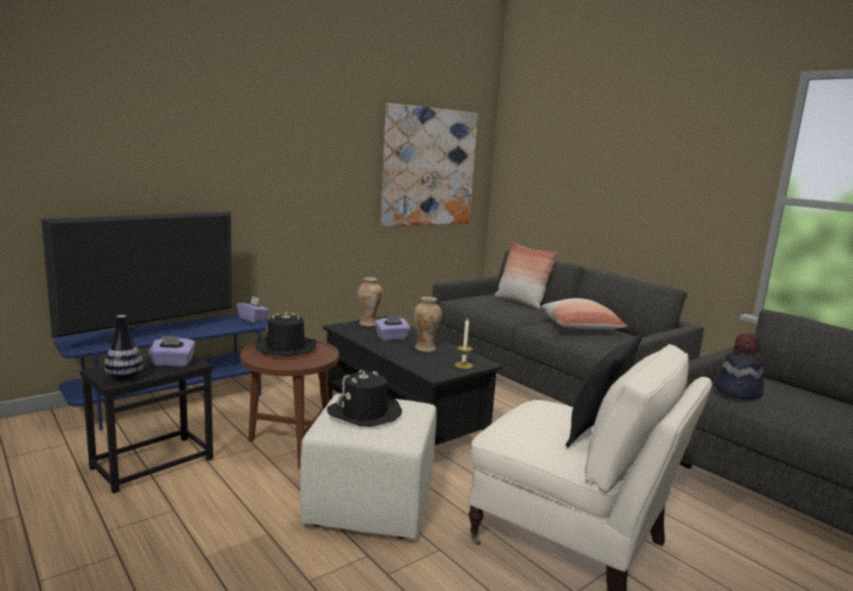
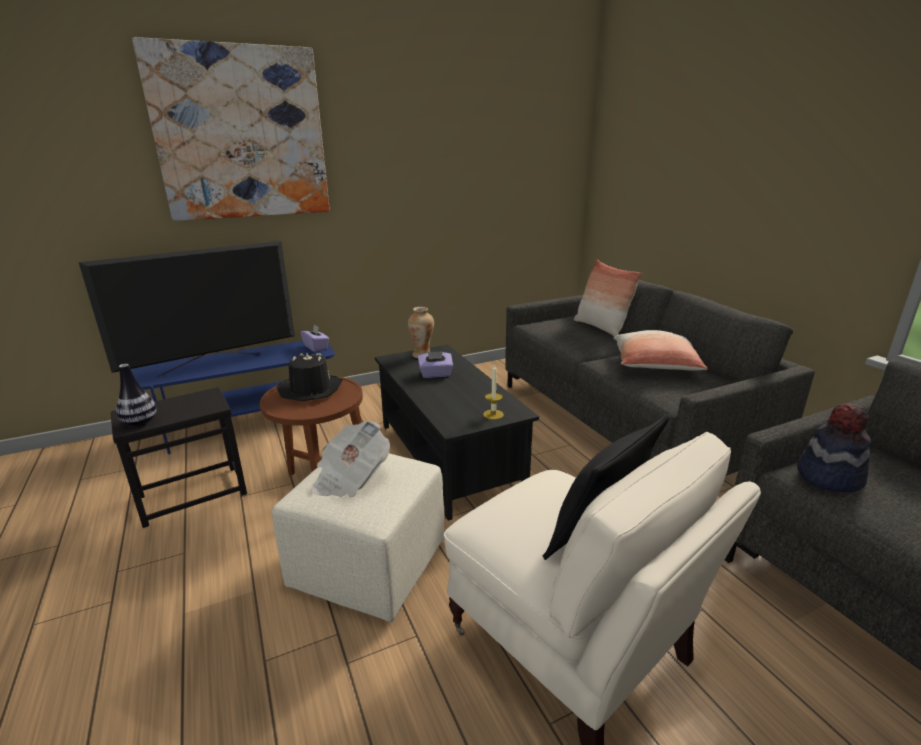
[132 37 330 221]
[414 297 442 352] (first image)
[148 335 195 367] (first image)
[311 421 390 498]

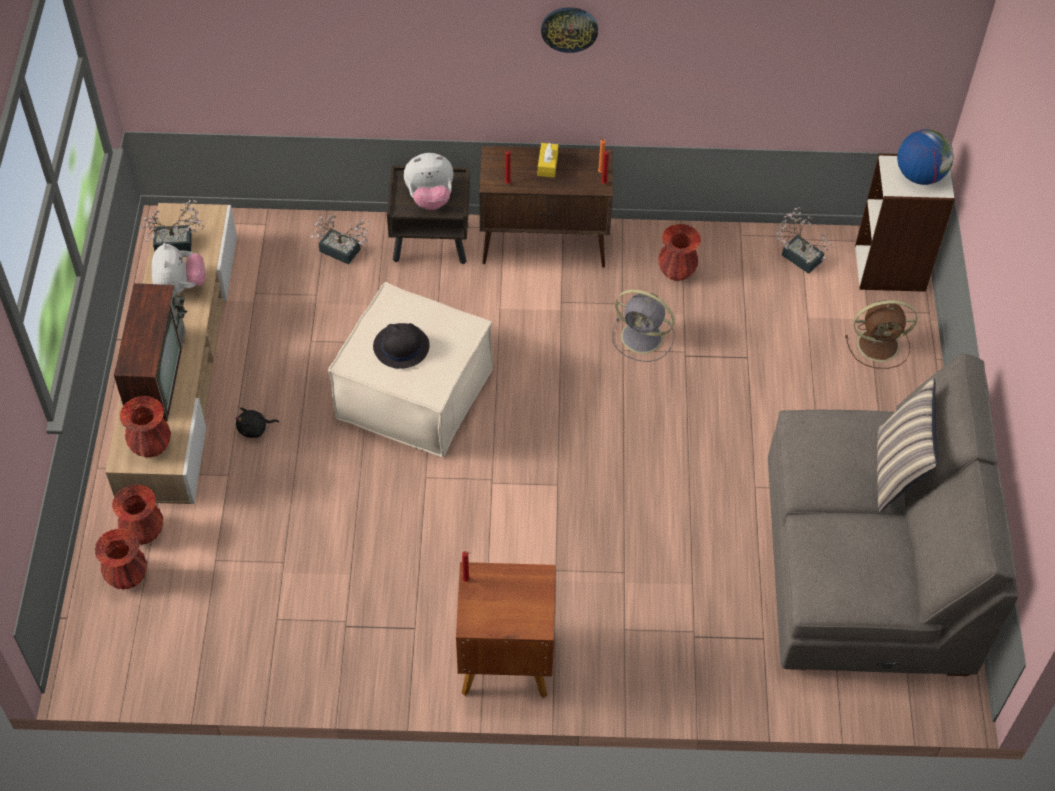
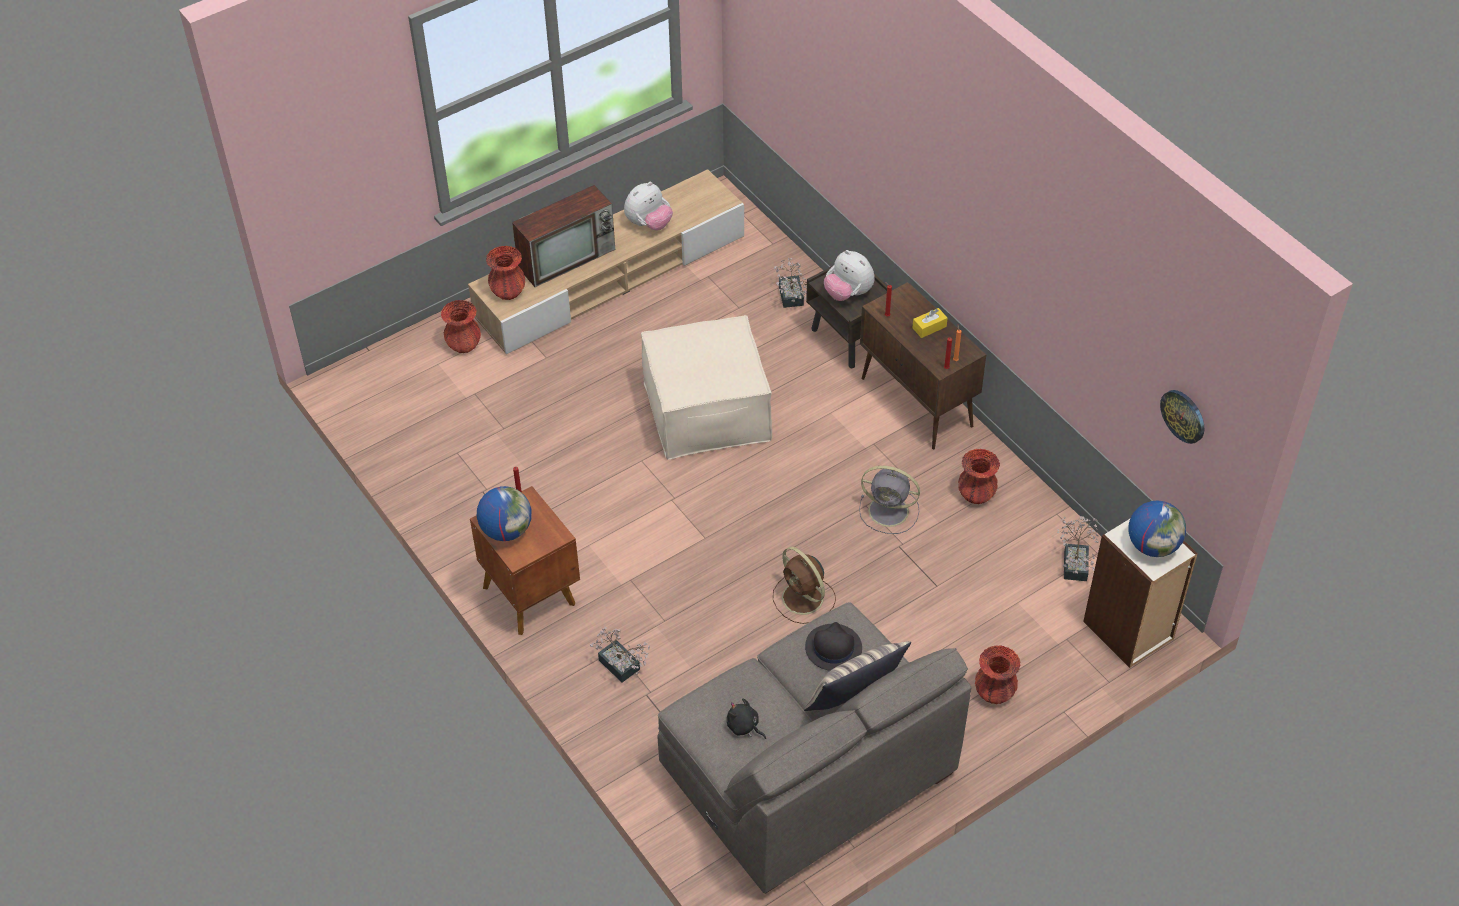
[1160 390 1205 444]
[590 627 650 682]
[859 466 920 534]
[773 547 836 624]
[805 622 862 671]
[727 698 766 739]
[975 645 1020 704]
[477 486 532 541]

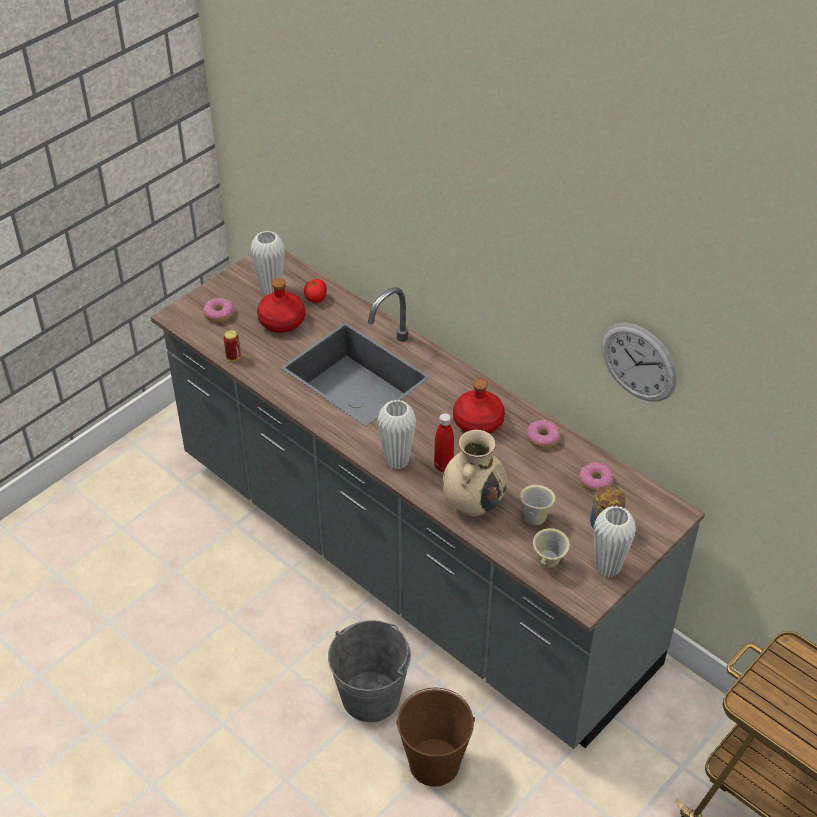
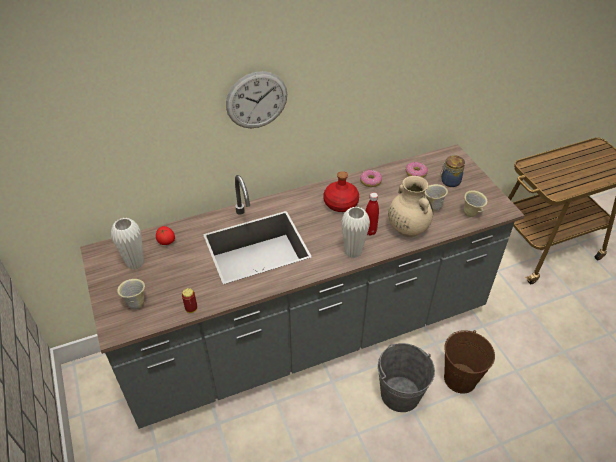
[257 278 305 333] (first image)
[117 279 145 309]
[226 71 287 128]
[594 506 636 577] (first image)

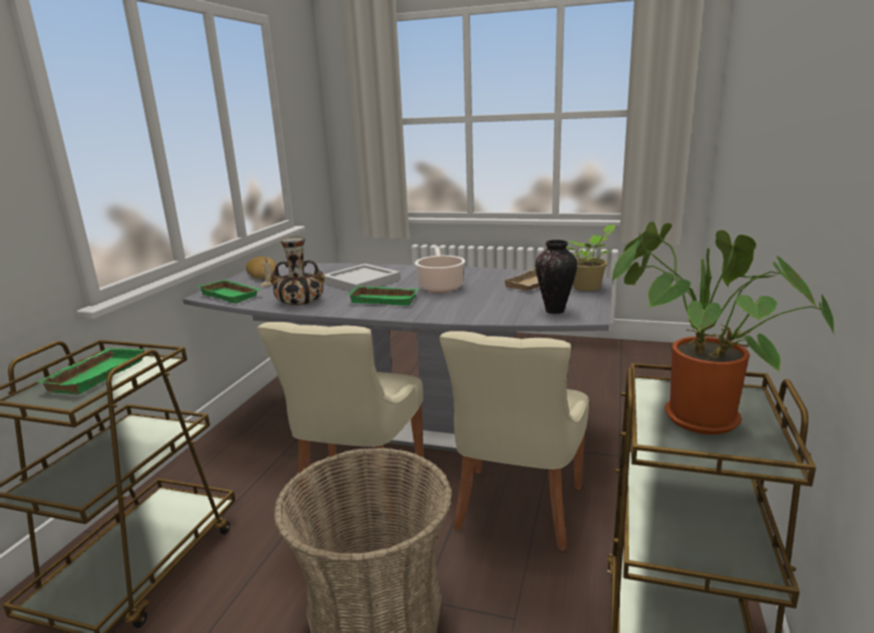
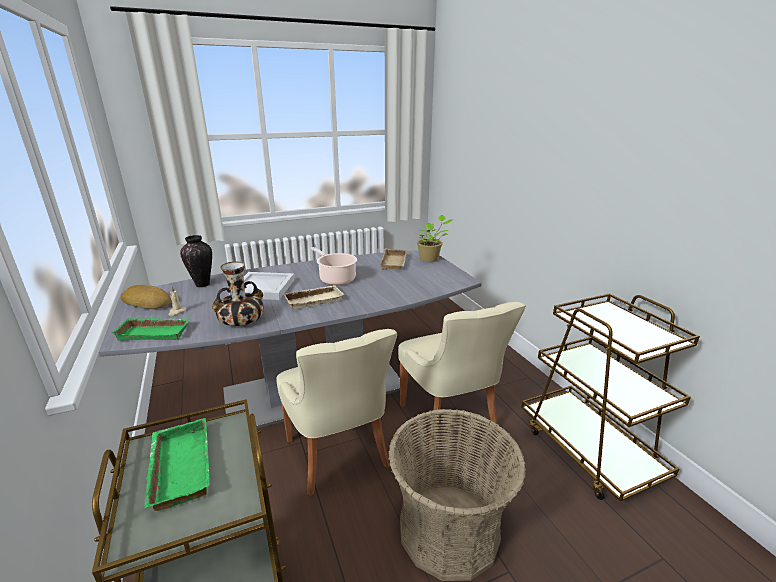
[612 221 835 435] (first image)
[180 235 212 287]
[283 285 344 310]

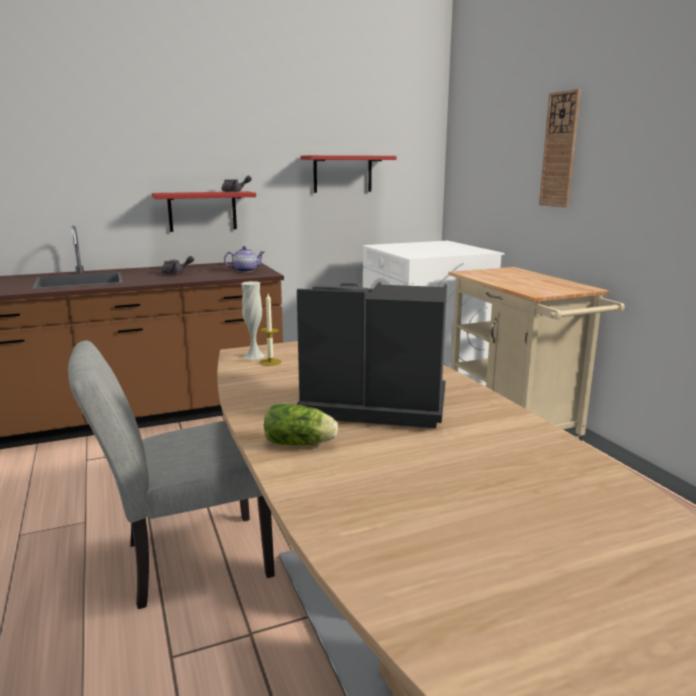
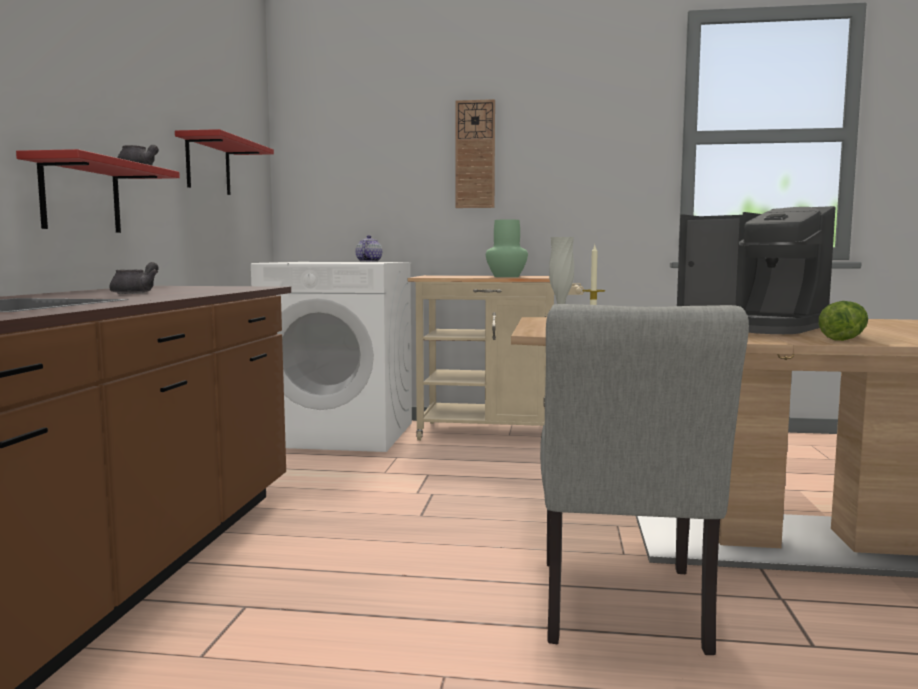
[355 235 382 262]
[677 206 835 334]
[486 219 528 277]

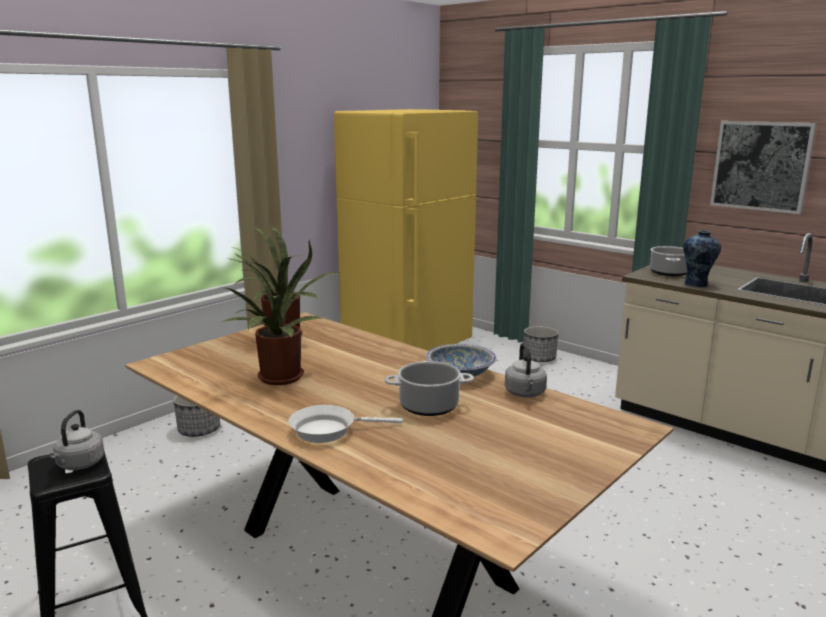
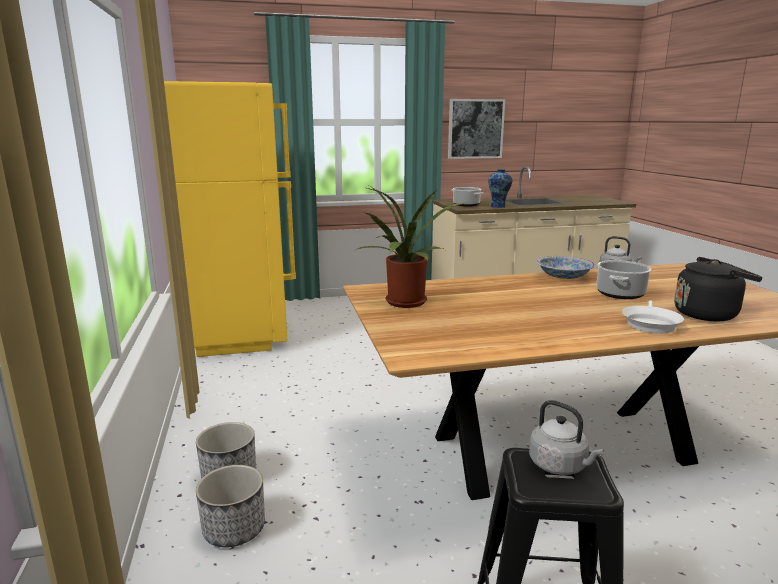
[222 253 339 385] (first image)
[196 465 265 547]
[674 257 763 322]

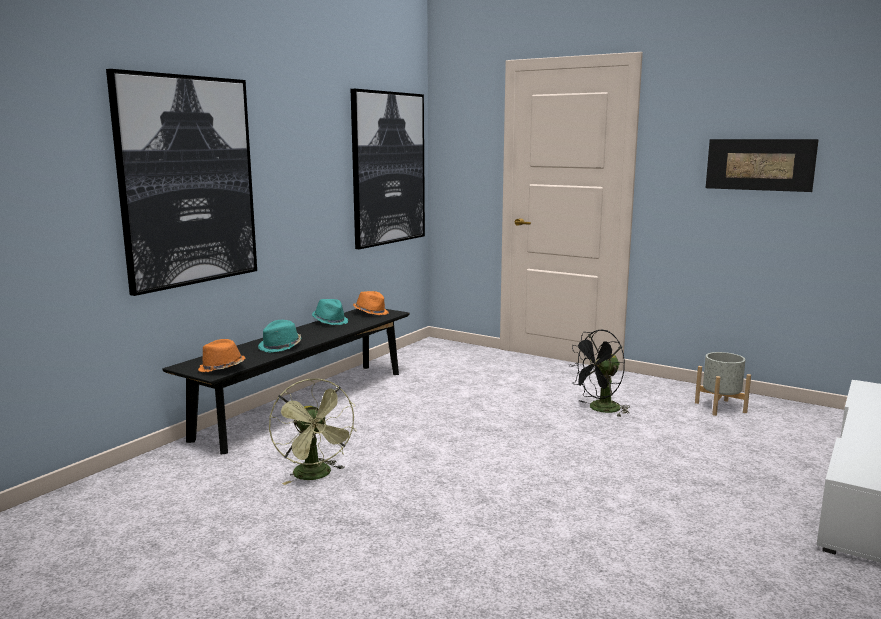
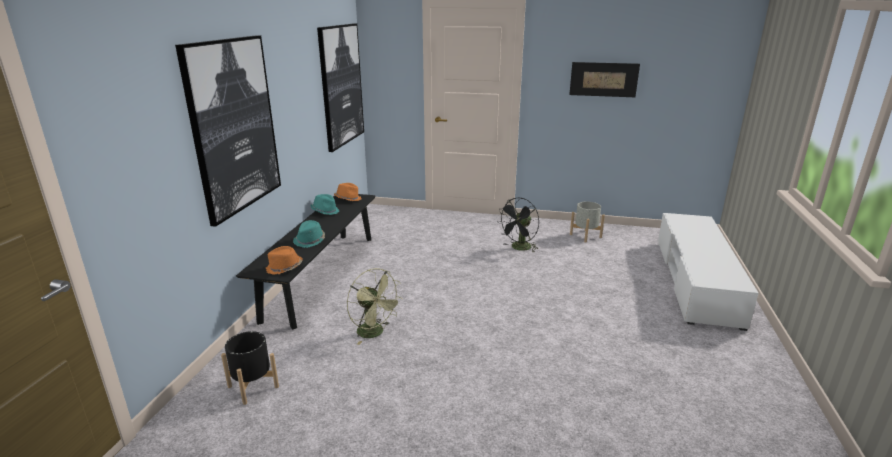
[221 331 279 405]

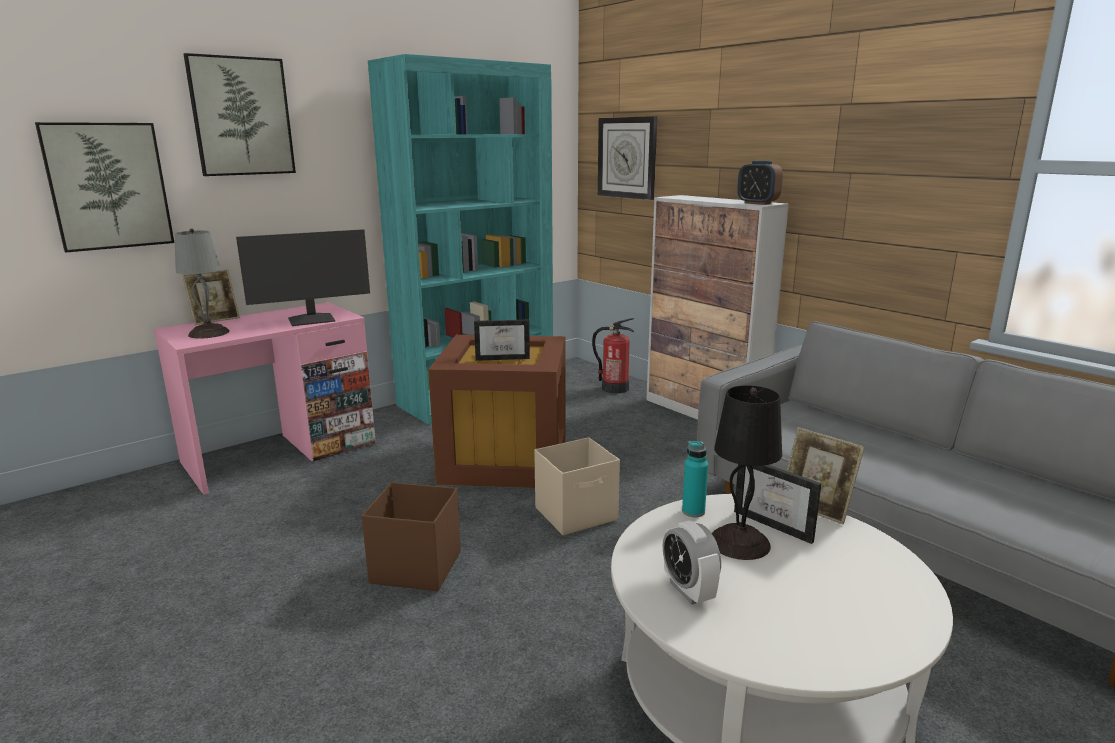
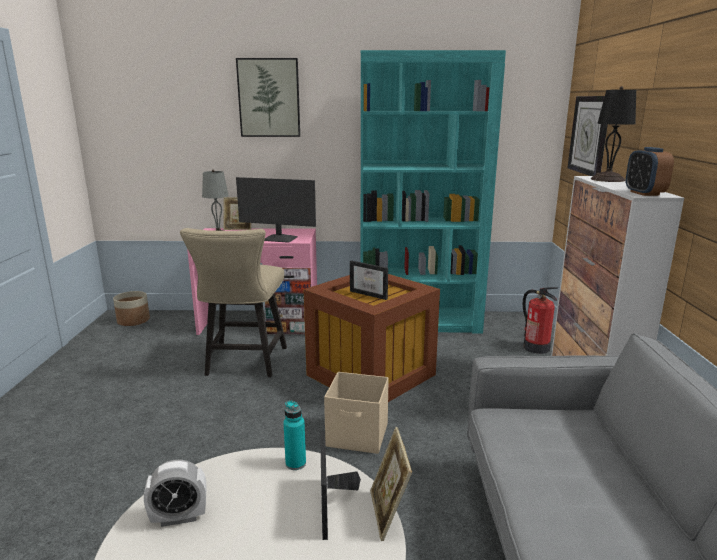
[35 122 174 253] (first image)
[591 86 636 182]
[362 482 461 591] (first image)
[144 460 206 527]
[180 228 287 377]
[113 291 150 326]

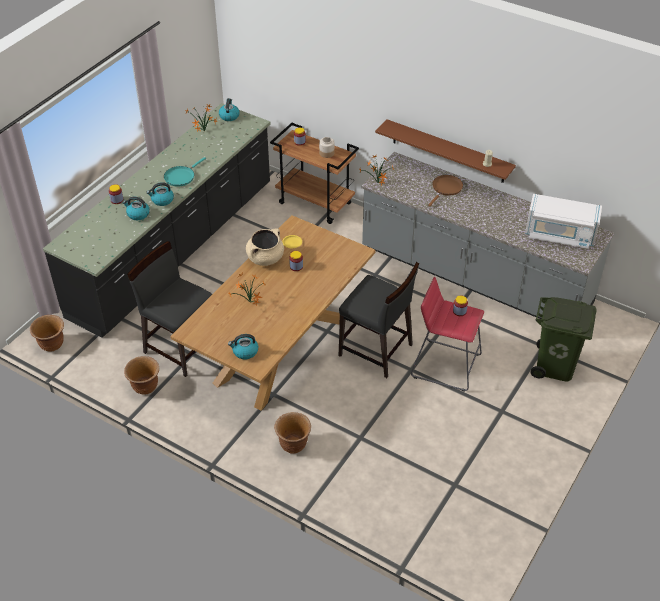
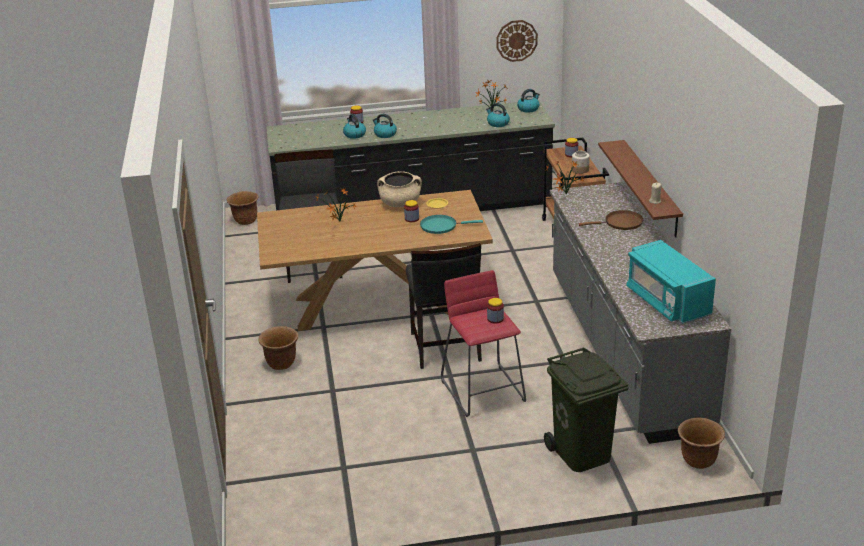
[420 215 483 234]
[626 240 716 324]
[486 103 510 127]
[678 418 725 469]
[496 20 538 62]

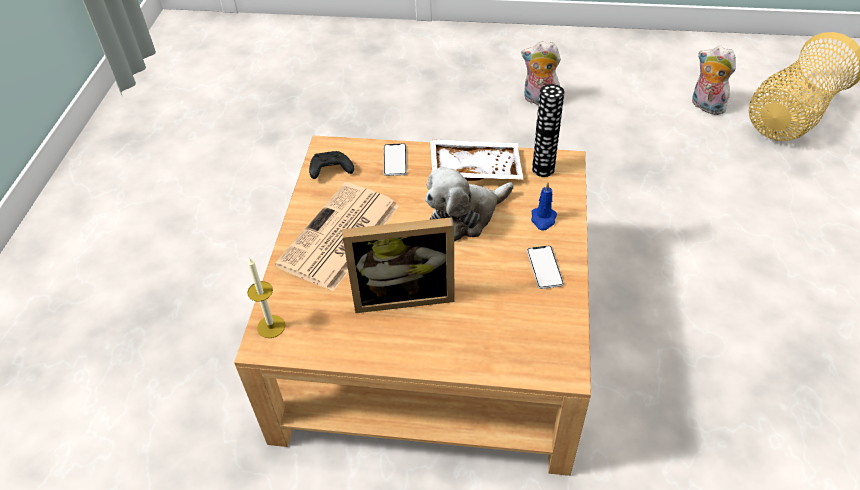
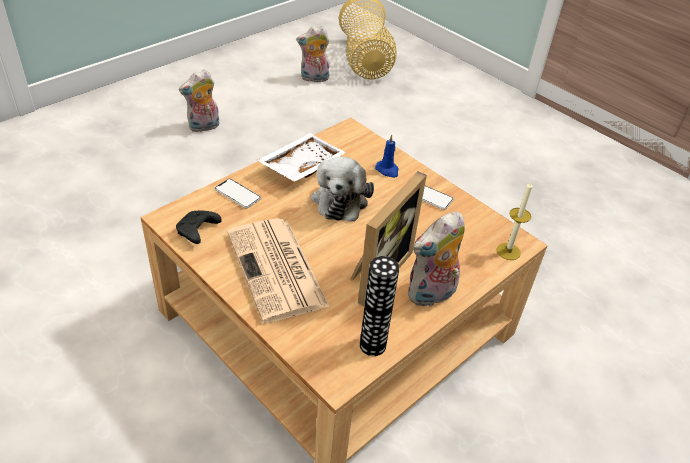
[360 256 399 356]
[496 182 533 260]
[408 211 465 308]

